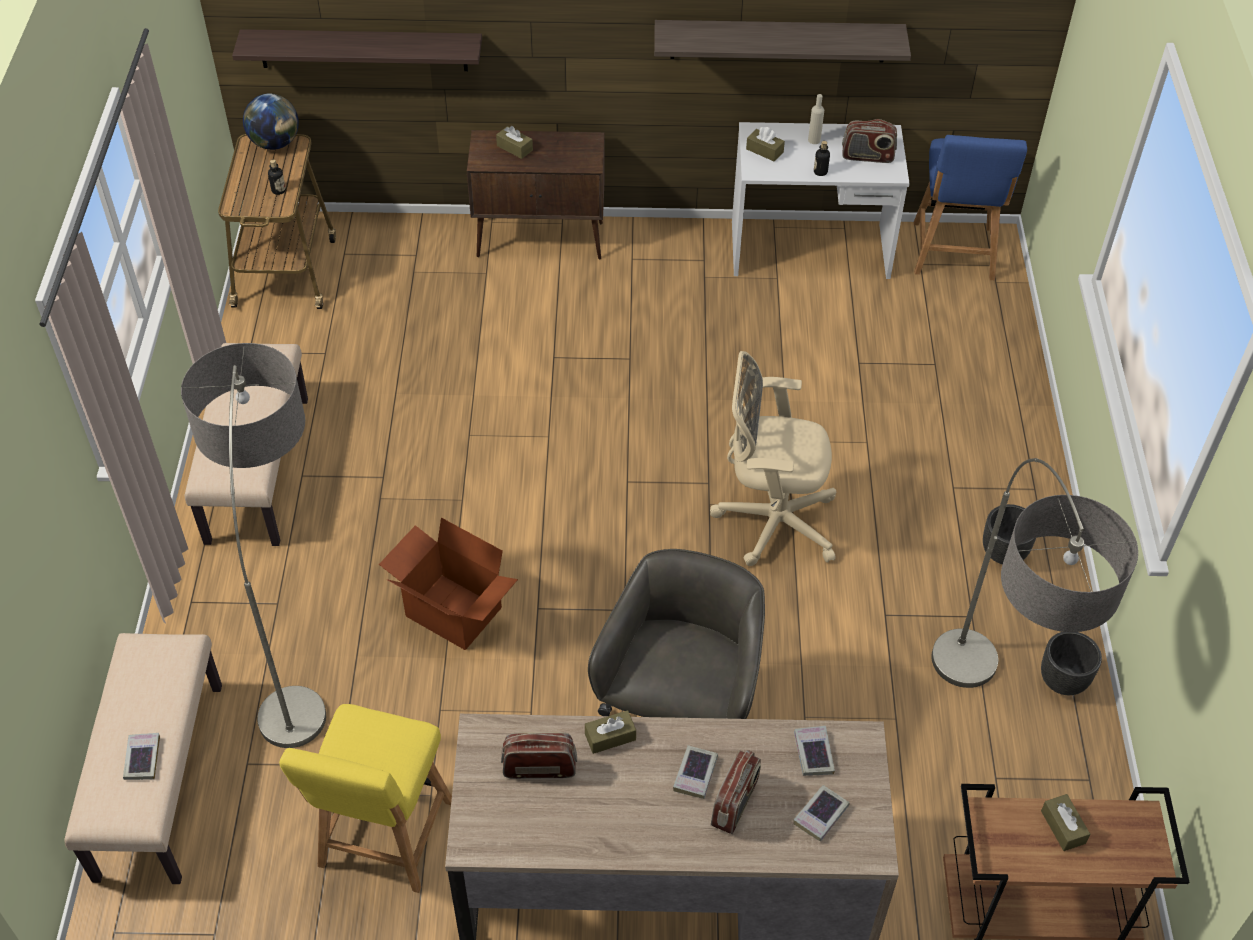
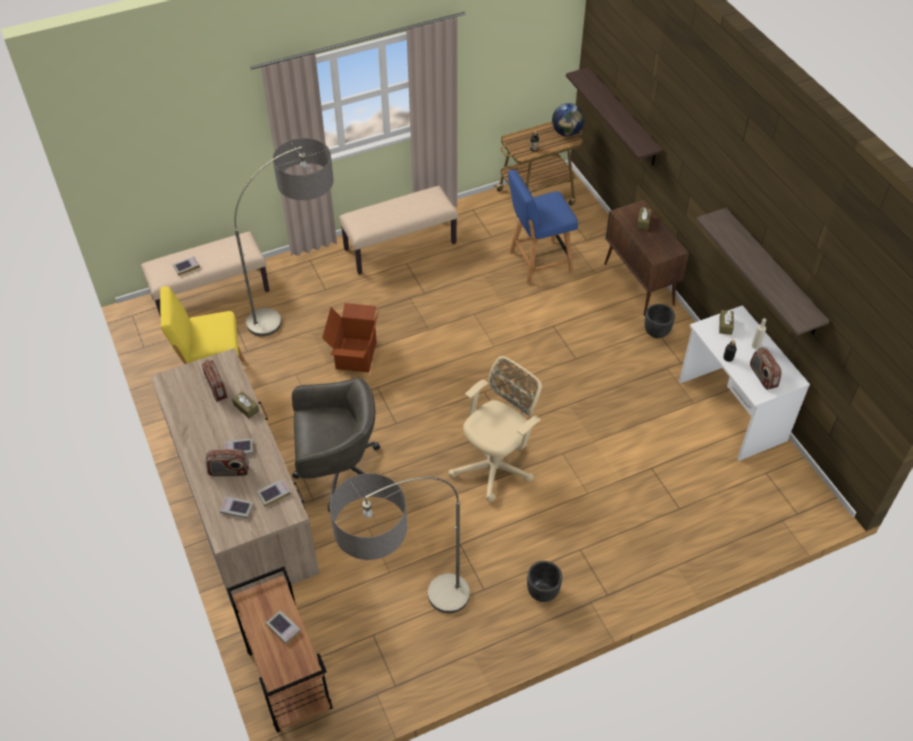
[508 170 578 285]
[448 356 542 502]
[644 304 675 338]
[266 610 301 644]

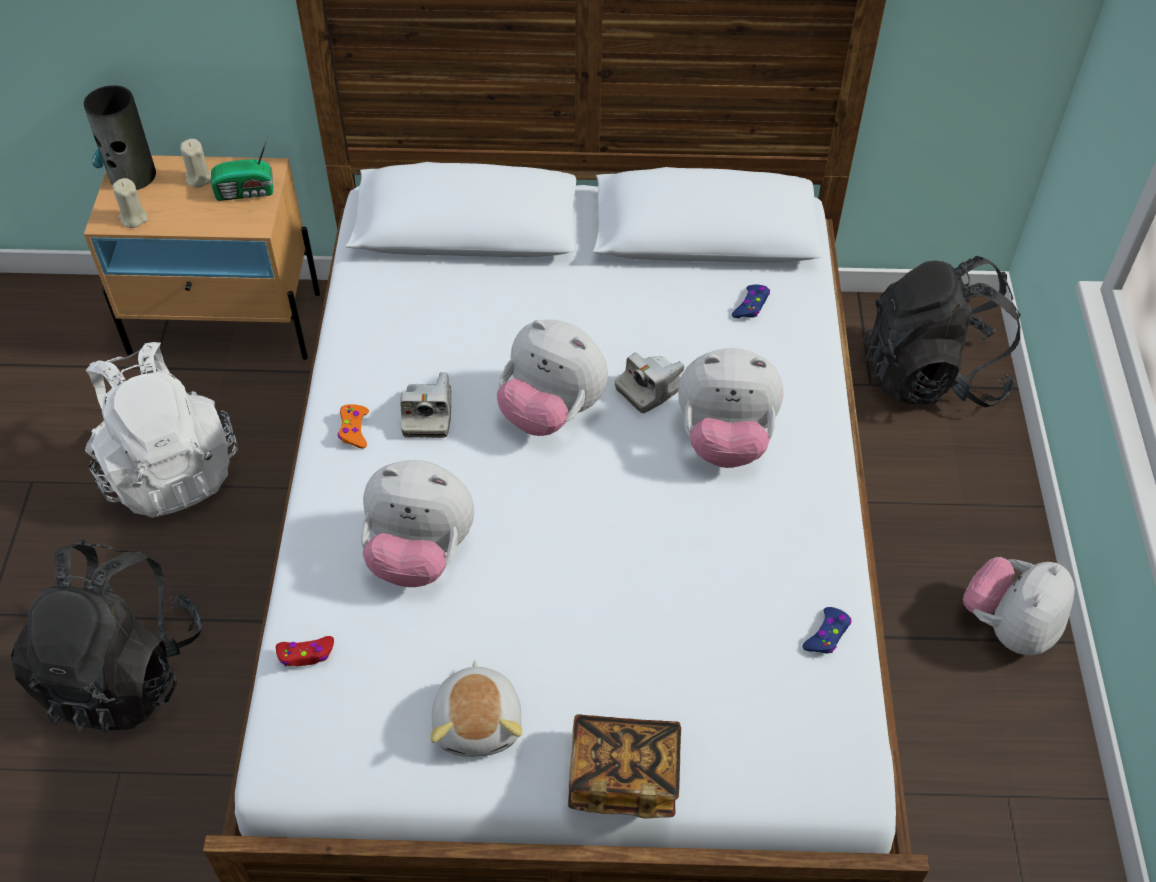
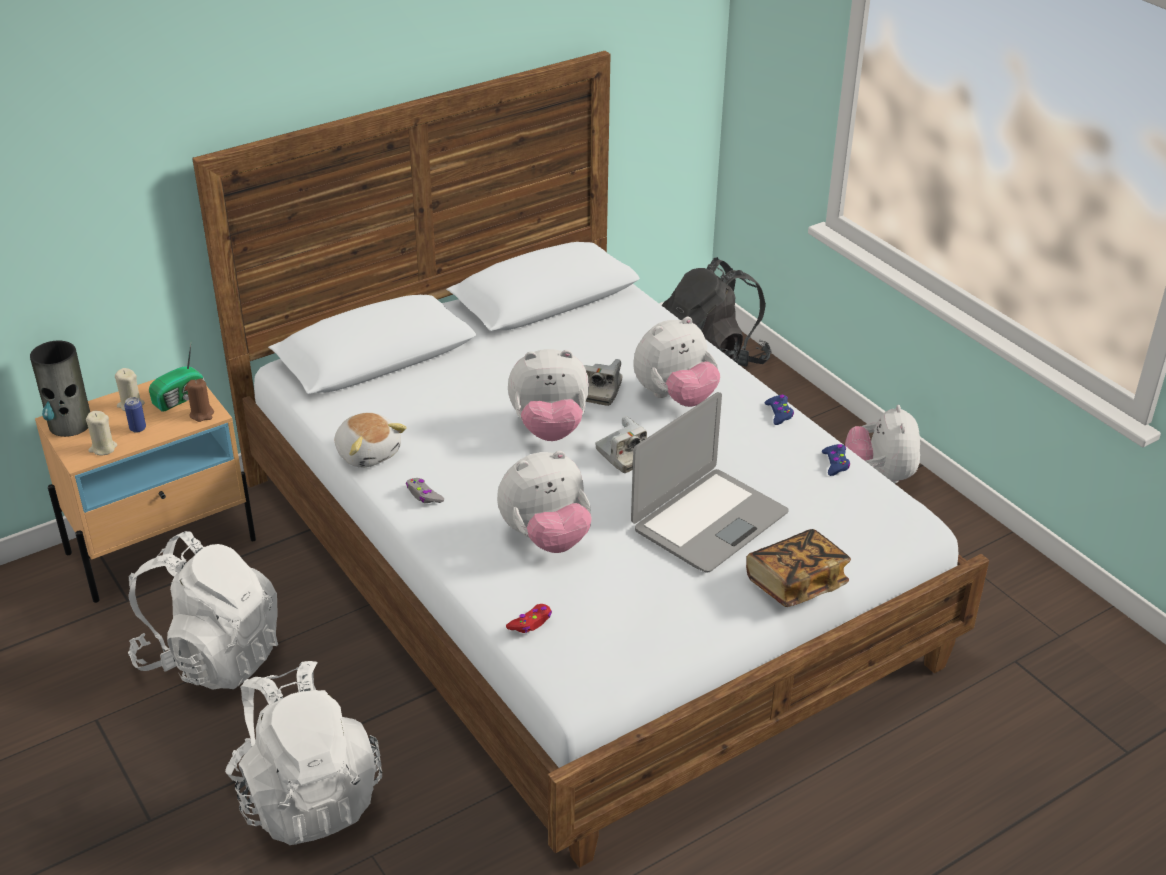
[765 395 794 425]
[595 416 647 473]
[406 478 444 503]
[225 661 382 845]
[335 412 407 468]
[186 378 214 422]
[631 392 789 573]
[124 397 146 433]

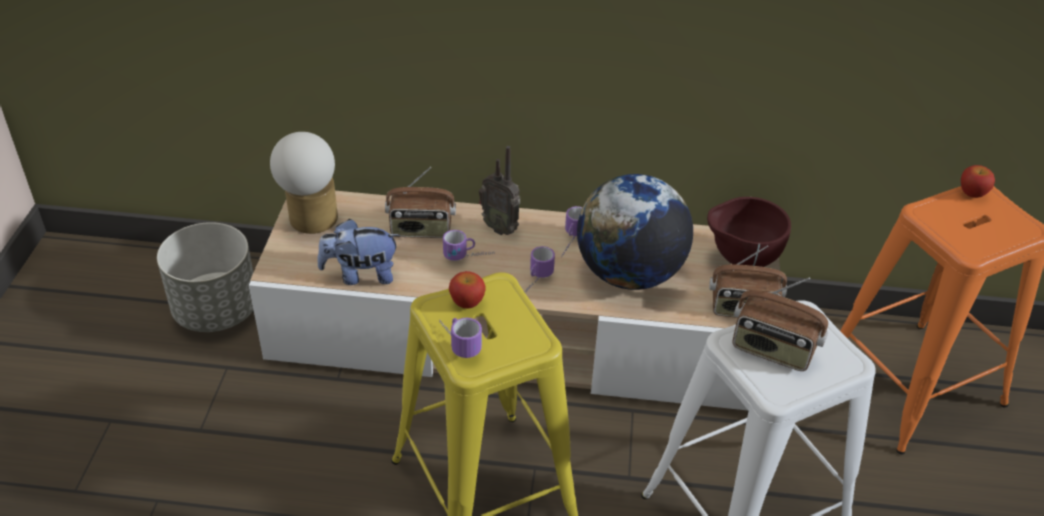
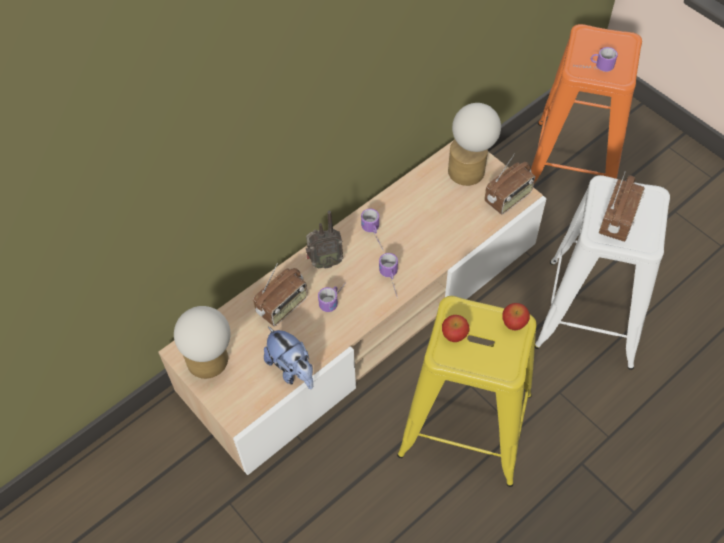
[502 303 530 330]
[577 174 693 290] (first image)
[448 103 501 186]
[264 326 313 389]
[157 222 254 332] (first image)
[599 171 645 242]
[573 47 618 72]

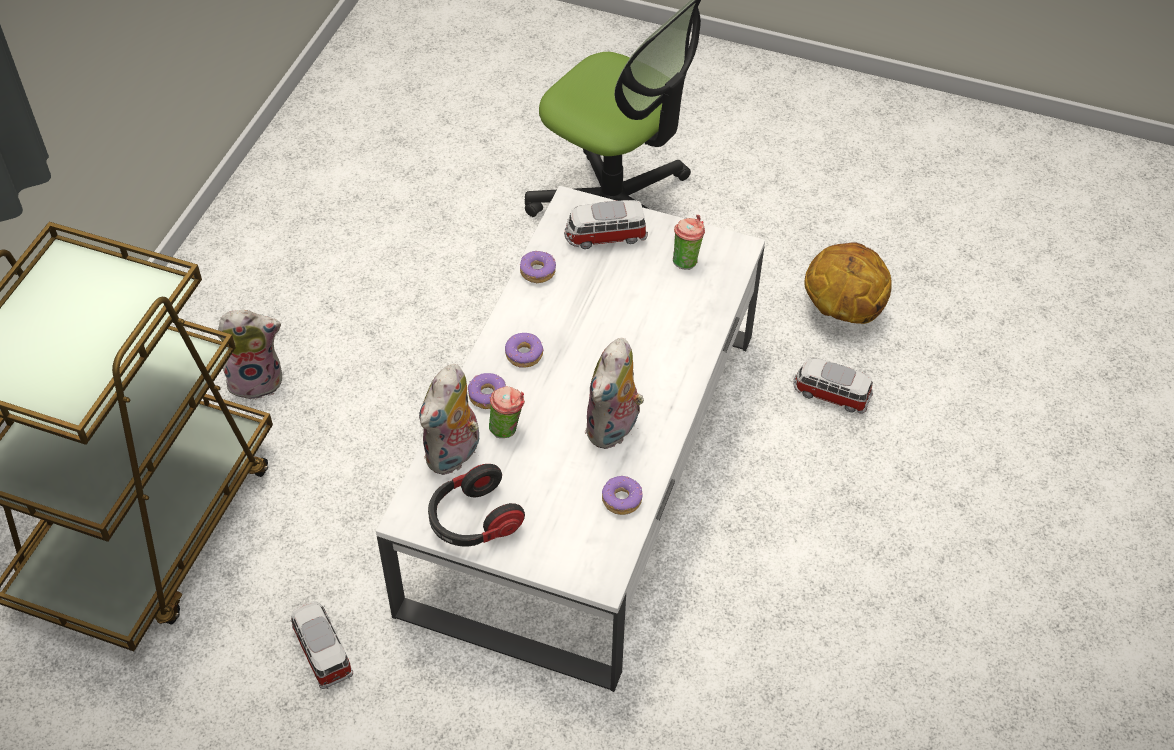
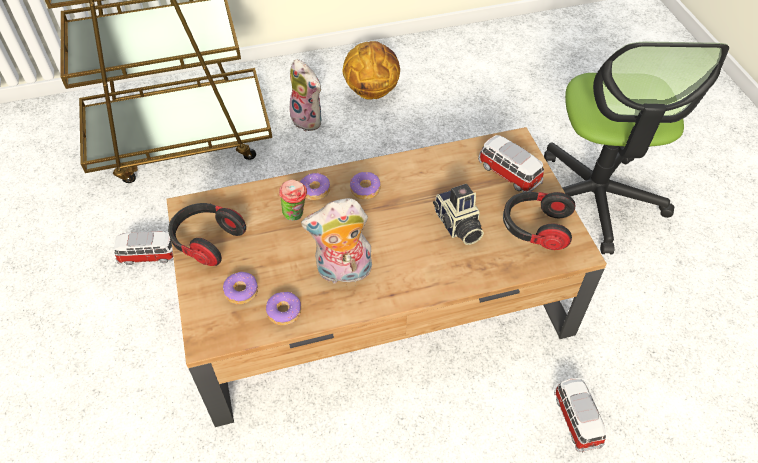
[166 127 607 427]
[503 192 575 250]
[342 41 400 100]
[223 272 258 305]
[419 364 479 475] (first image)
[114 231 174 265]
[433 184 484 245]

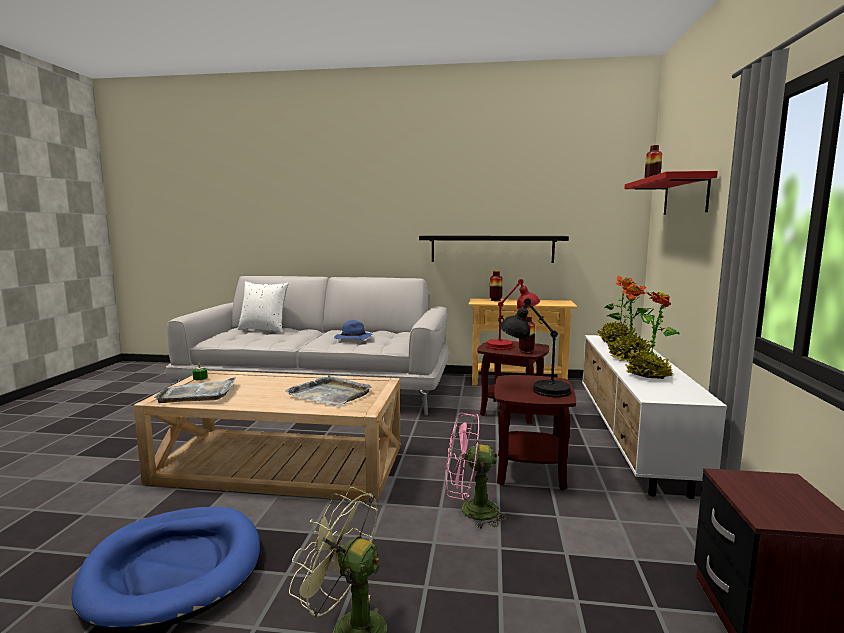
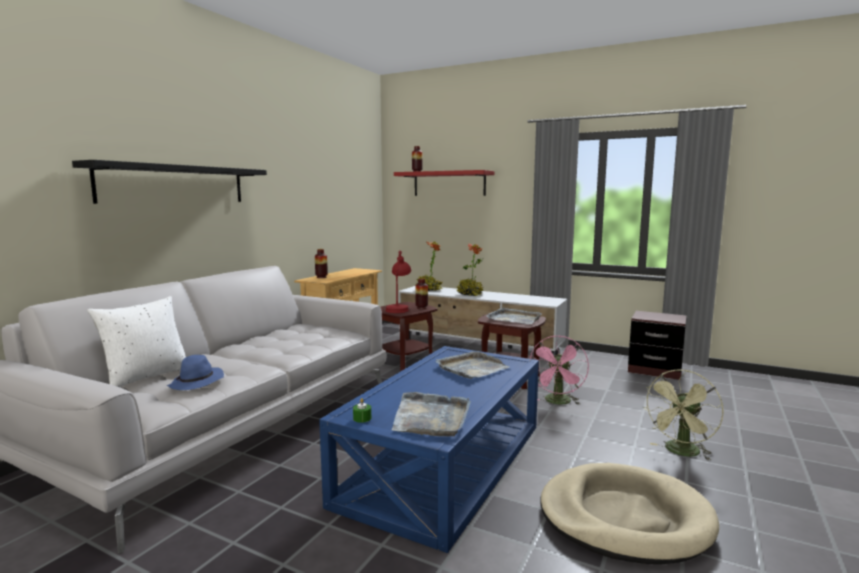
[72 160 267 204]
[625 291 680 379] (first image)
[486 307 542 324]
[167 355 224 390]
[319 346 539 553]
[540 463 719 565]

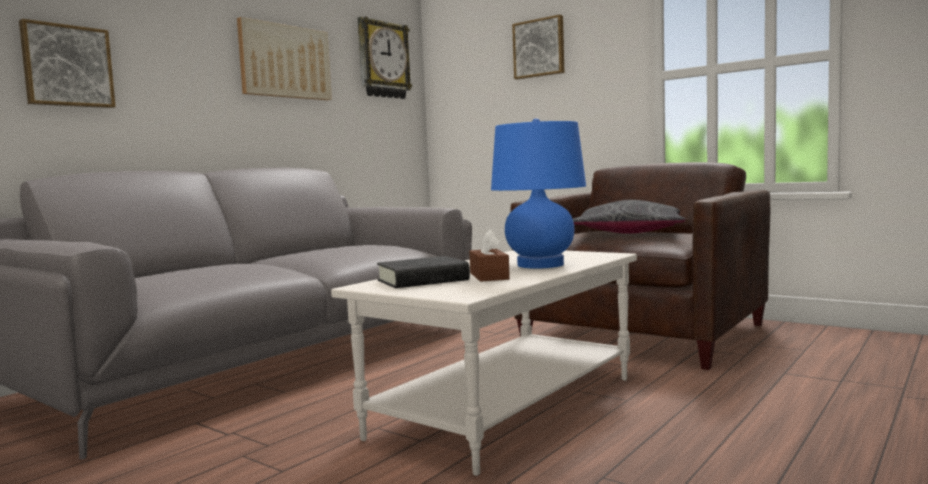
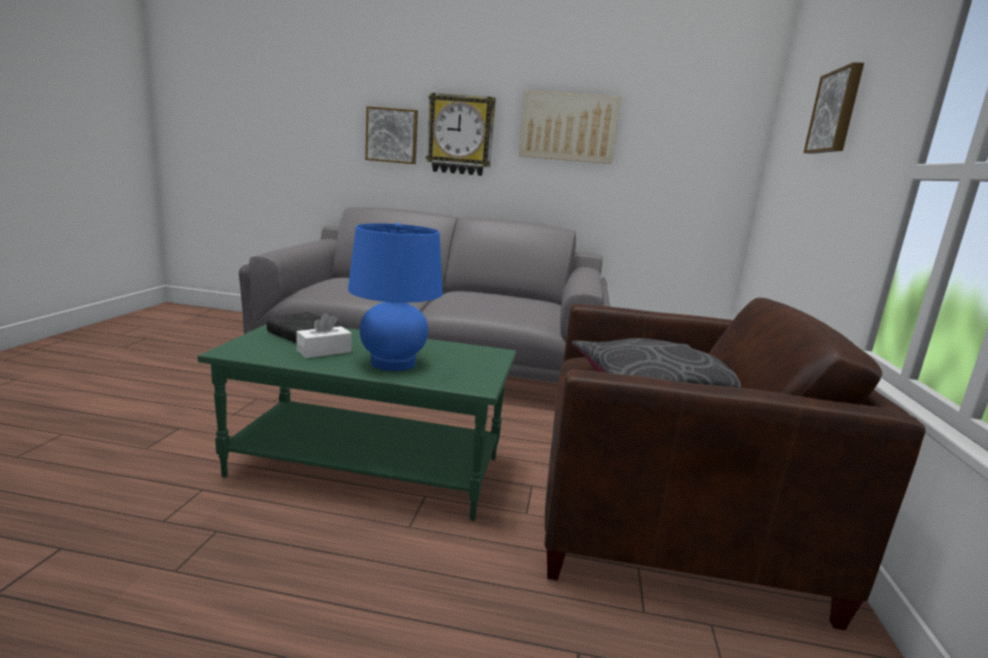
[426 93 496 176]
[296 313 352 358]
[198 324 517 521]

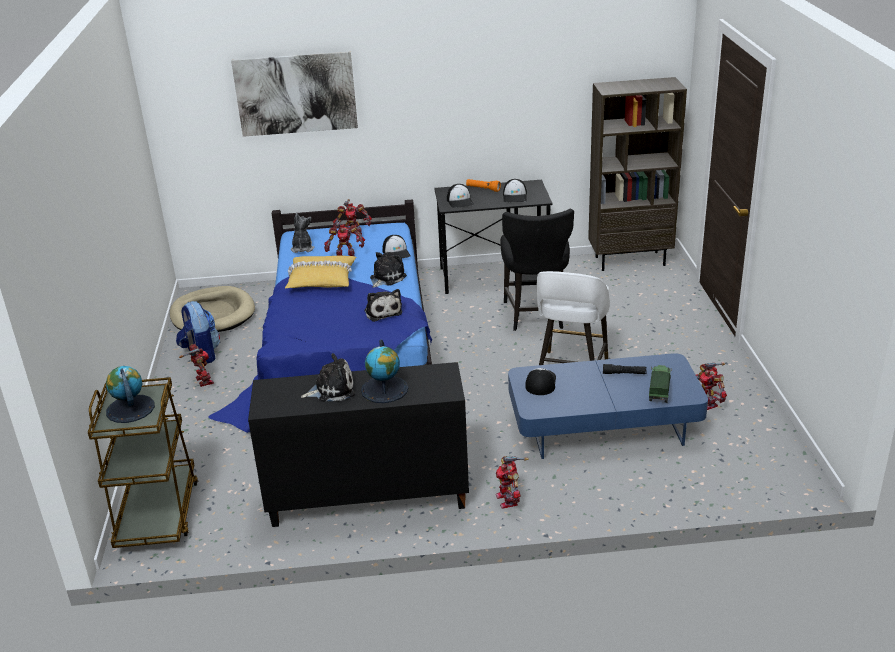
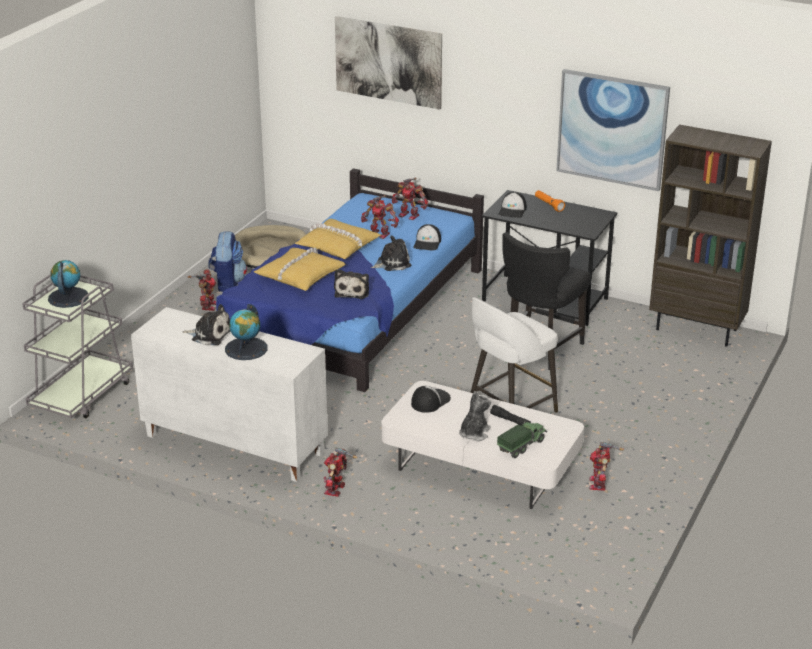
[503 179 527 202] (first image)
[459 391 491 441]
[381 381 584 509]
[131 307 328 482]
[22 274 133 418]
[556 69 670 191]
[254 248 346 291]

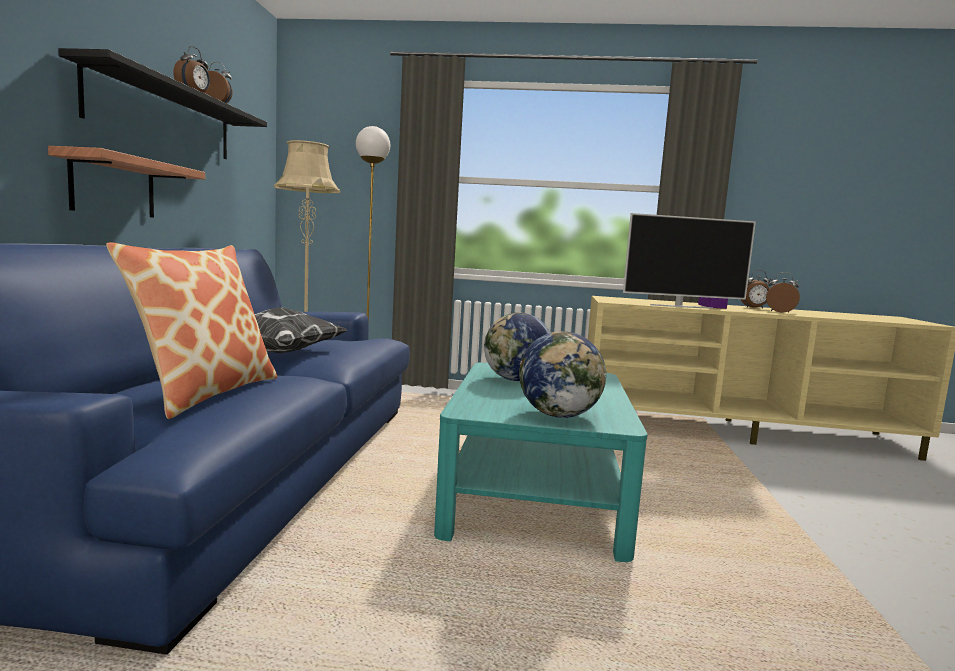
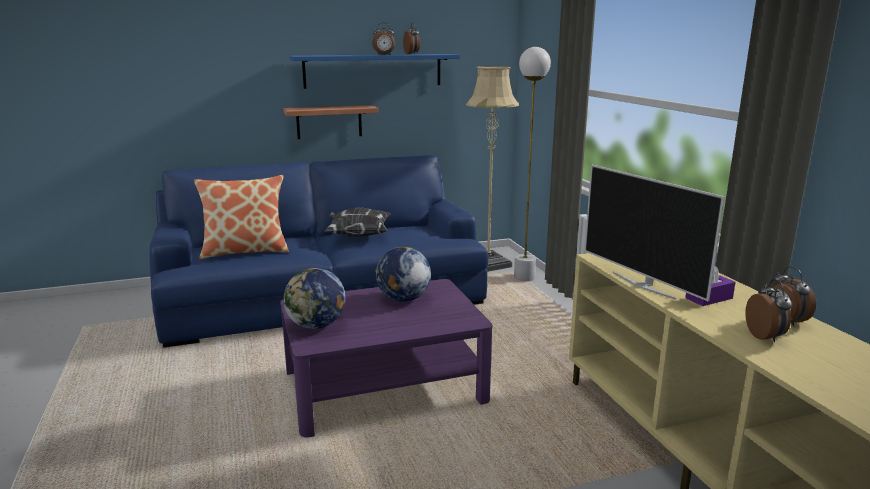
[289 54 460 89]
[280 279 492 437]

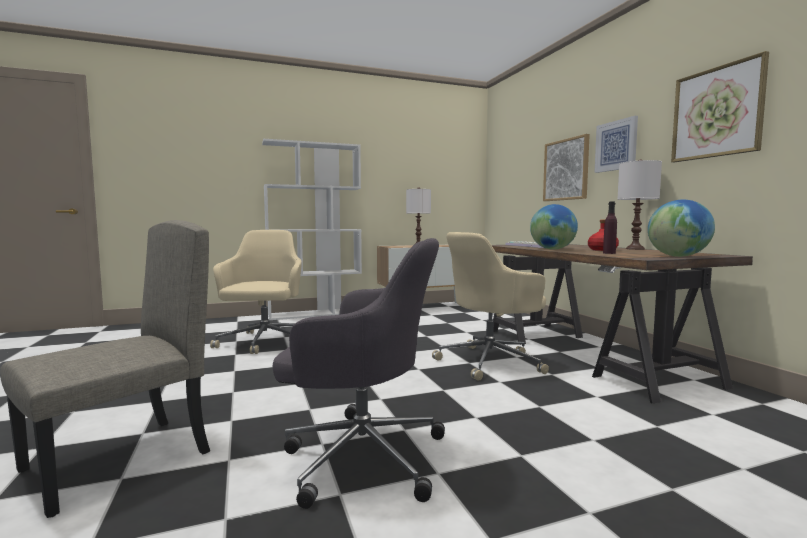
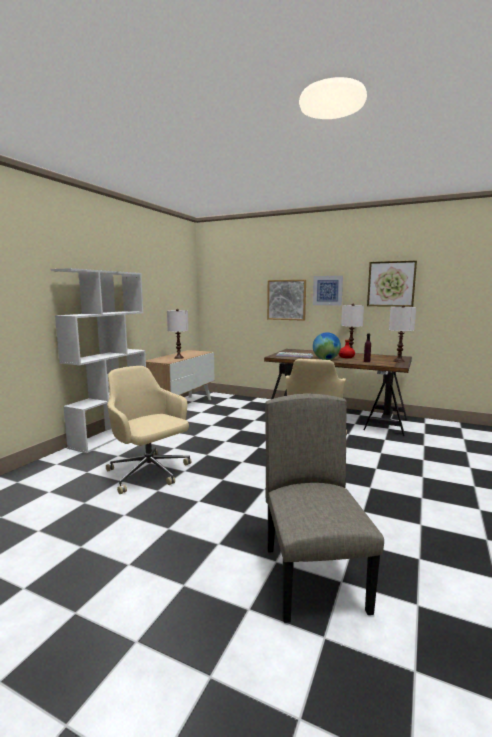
[389 305 416 363]
[273 238 445 509] (first image)

